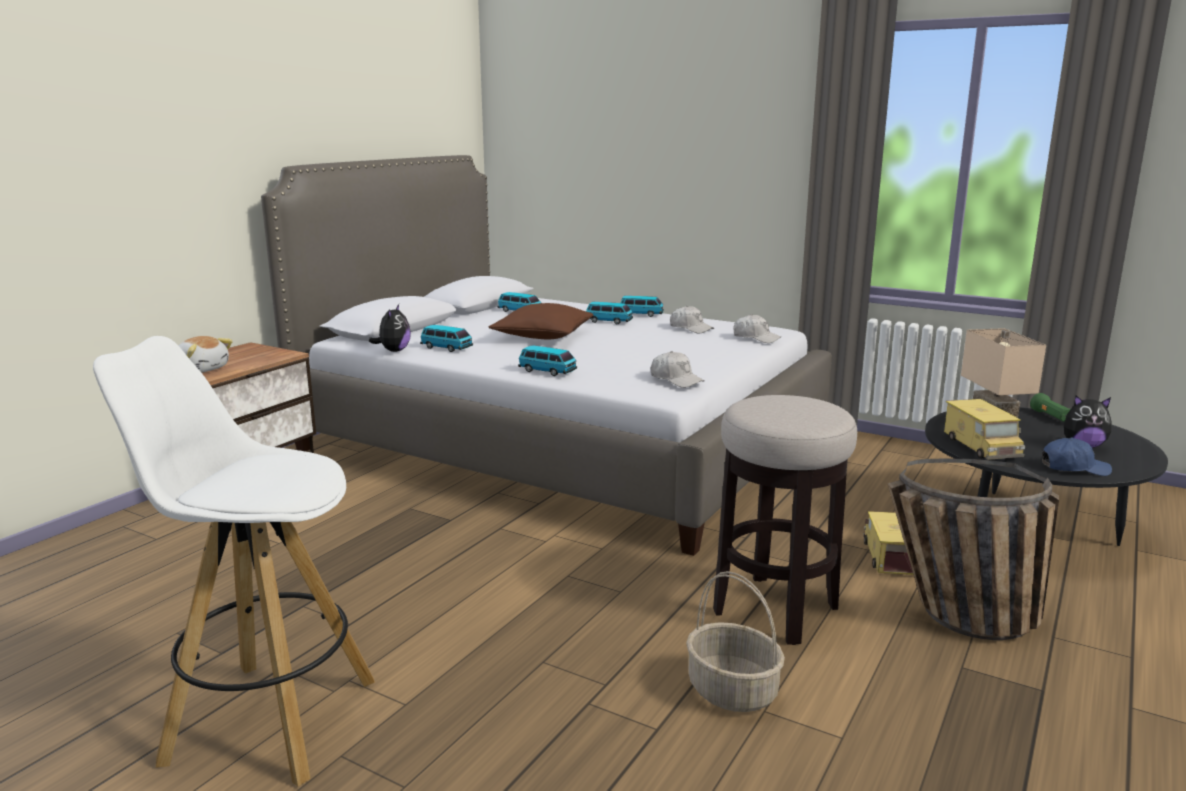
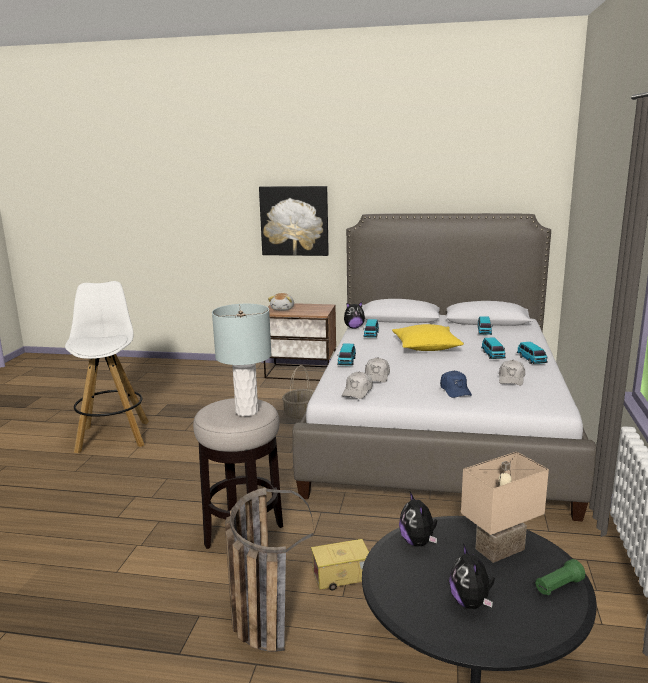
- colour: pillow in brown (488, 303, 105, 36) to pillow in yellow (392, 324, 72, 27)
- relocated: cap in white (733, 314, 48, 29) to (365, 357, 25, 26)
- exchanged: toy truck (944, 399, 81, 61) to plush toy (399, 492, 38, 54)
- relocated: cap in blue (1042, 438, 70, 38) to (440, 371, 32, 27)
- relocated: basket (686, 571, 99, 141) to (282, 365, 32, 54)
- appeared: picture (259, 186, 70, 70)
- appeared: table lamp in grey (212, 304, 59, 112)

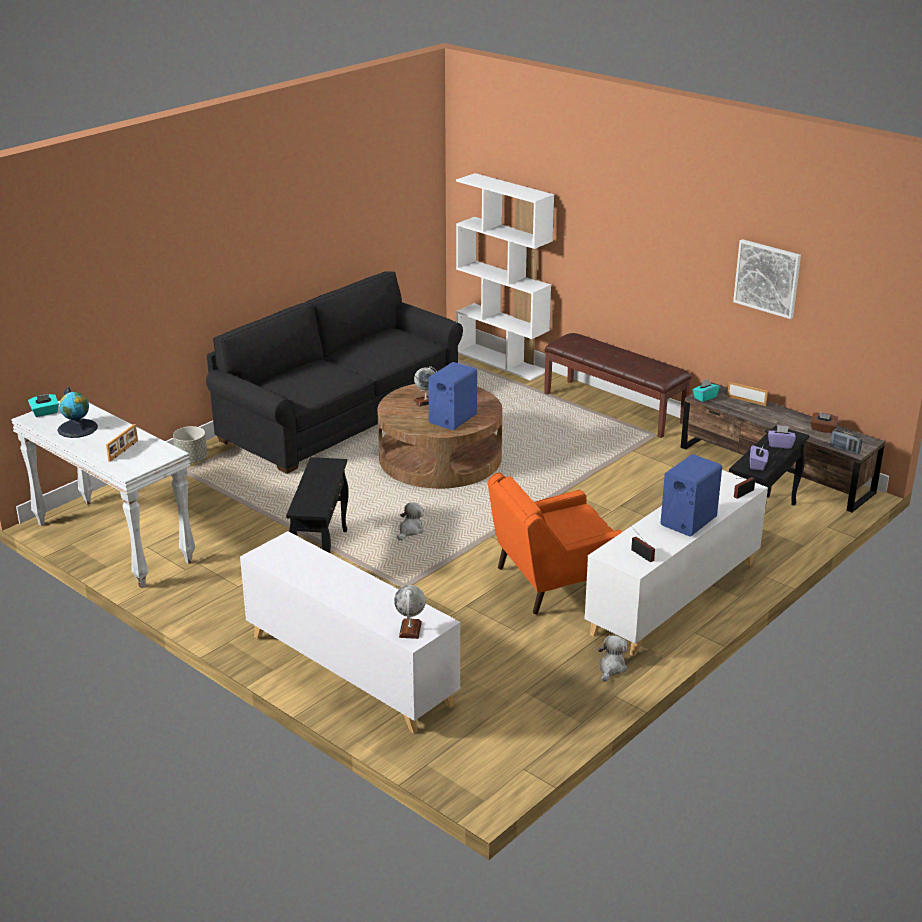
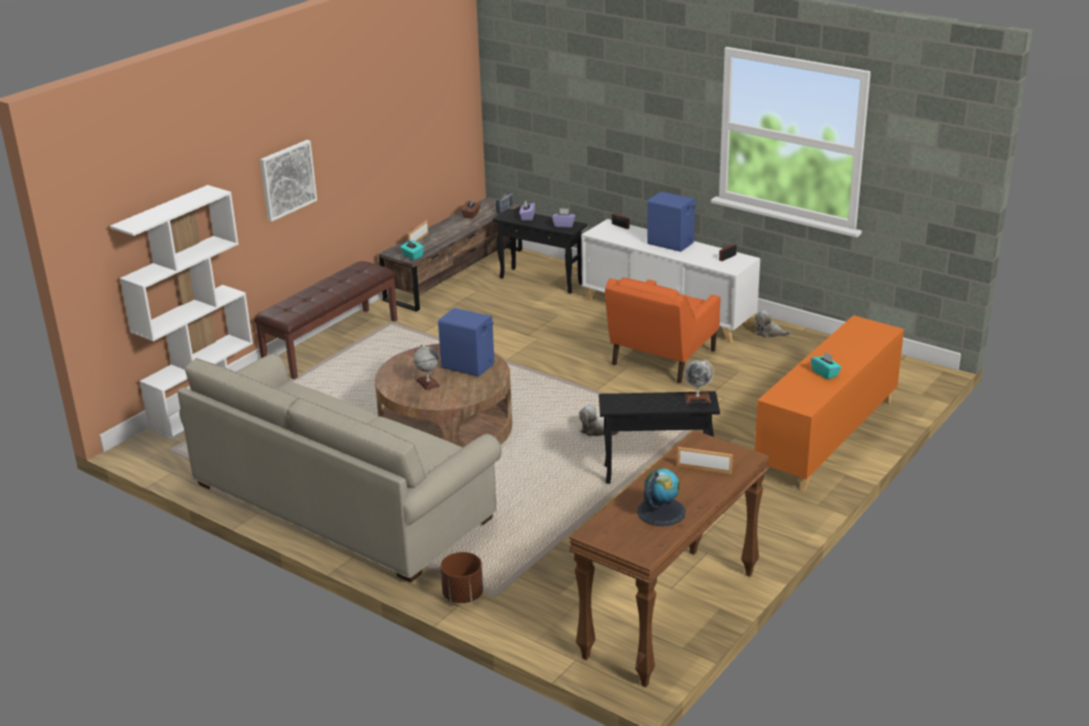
- relocated: picture (733, 239, 68, 80) to (260, 140, 57, 82)
- colour: sofa in black (206, 271, 257, 203) to sofa in beige (177, 353, 325, 230)
- relocated: tissue box in turquoise (28, 394, 31, 23) to (811, 352, 31, 27)
- colour: console table in white (11, 401, 184, 187) to console table in brown (569, 430, 201, 257)
- colour: planter in grey (173, 426, 34, 37) to planter in brown (440, 552, 43, 51)
- spun: armchair in orange (488, 472, 134, 143) = (605, 277, 115, 107) 60 degrees clockwise
- colour: cabinet in white (240, 531, 221, 203) to cabinet in orange (755, 315, 149, 177)
- relocated: globe (394, 585, 32, 54) to (684, 360, 30, 44)

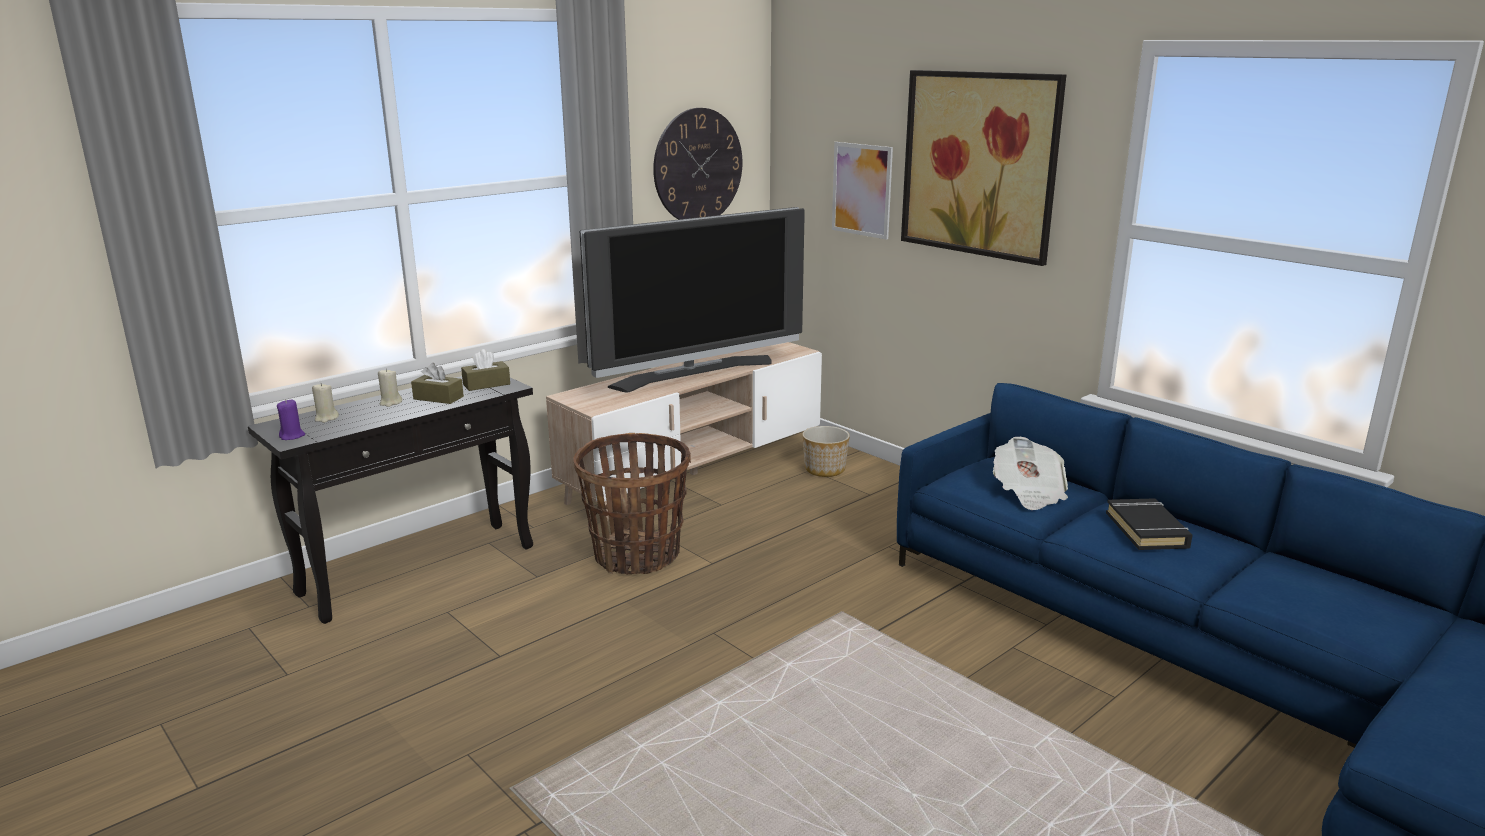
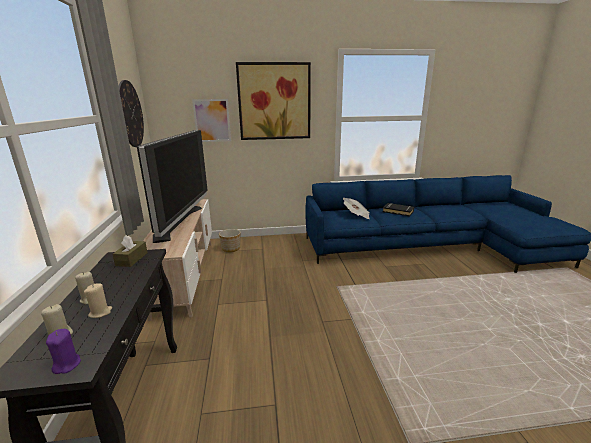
- missing: tissue box in brown (411, 363, 53, 41)
- missing: basket (573, 433, 118, 141)
- appeared: candle in beige (84, 283, 28, 35)

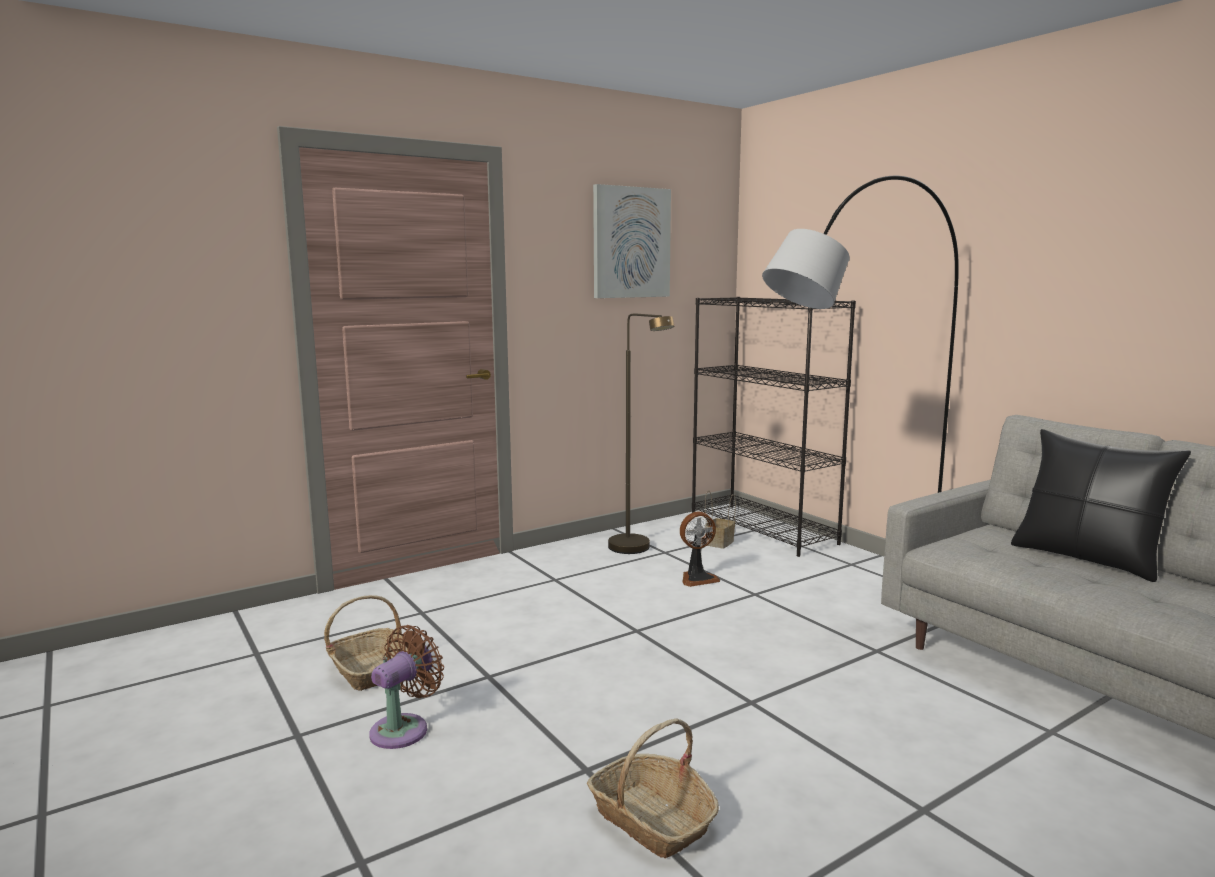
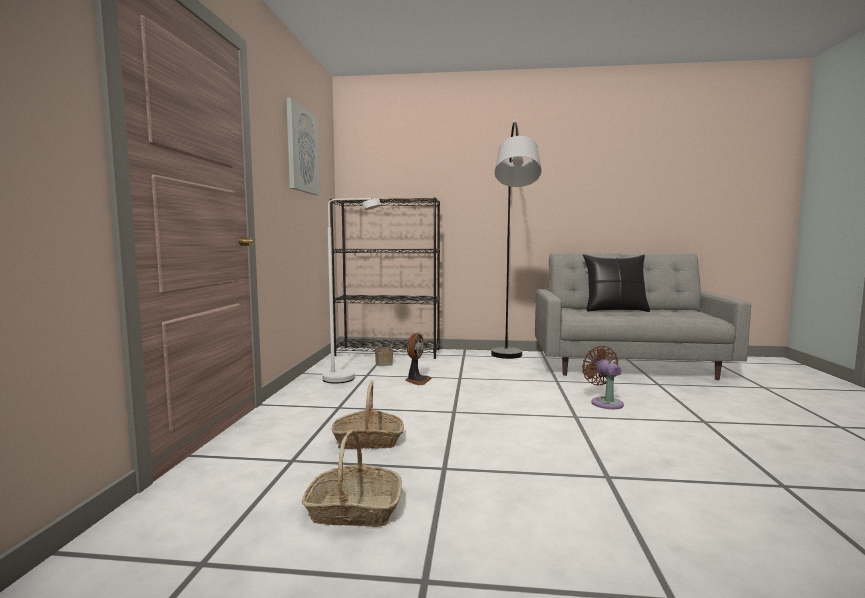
- colour: floor lamp in brown (608, 314, 66, 240) to floor lamp in white (322, 198, 59, 186)
- relocated: fan in brown (369, 625, 75, 124) to (582, 346, 42, 63)
- relocated: basket (587, 718, 132, 140) to (332, 380, 72, 69)

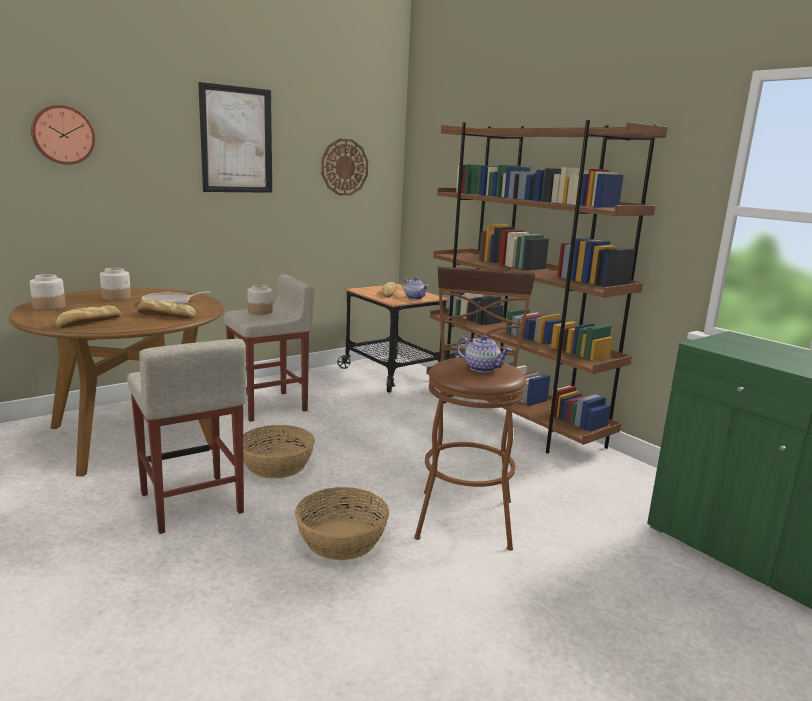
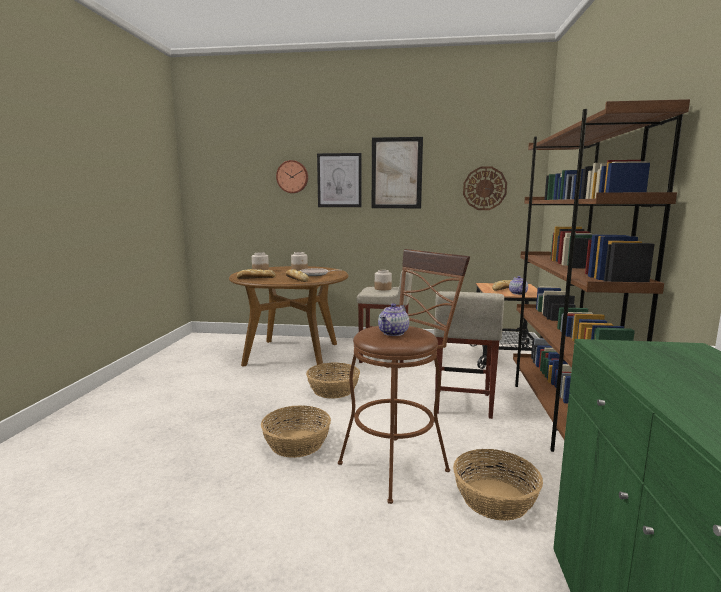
- spun: teapot (456, 335, 56, 37) = (378, 303, 31, 33) 45 degrees clockwise
- relocated: stool in beige (127, 339, 120, 195) to (434, 291, 70, 128)
- appeared: picture (317, 153, 45, 54)
- appeared: basket (453, 449, 90, 72)

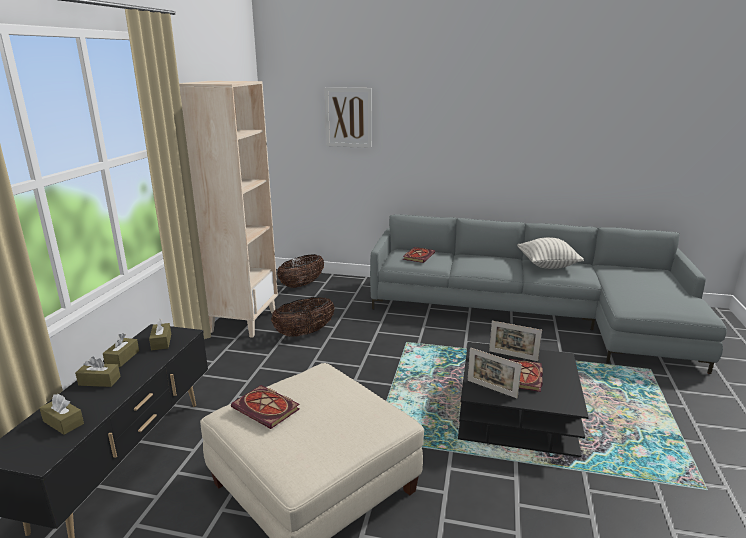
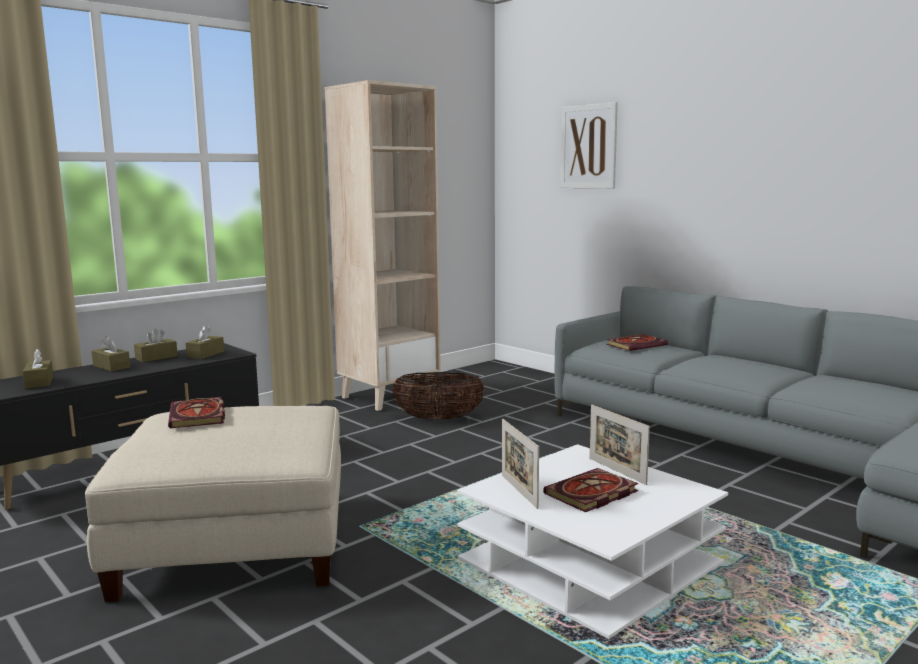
- missing: pillow (517, 237, 67, 32)
- missing: basket (277, 254, 47, 34)
- colour: coffee table in black (458, 342, 131, 115) to coffee table in white (457, 444, 271, 195)

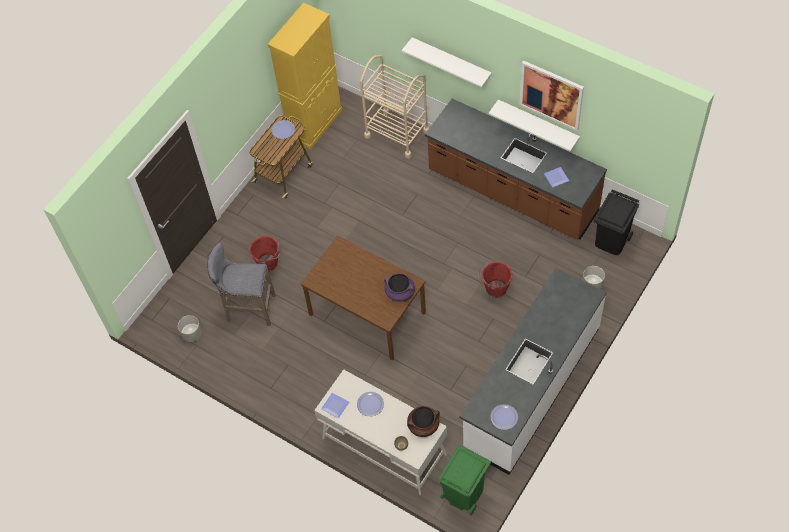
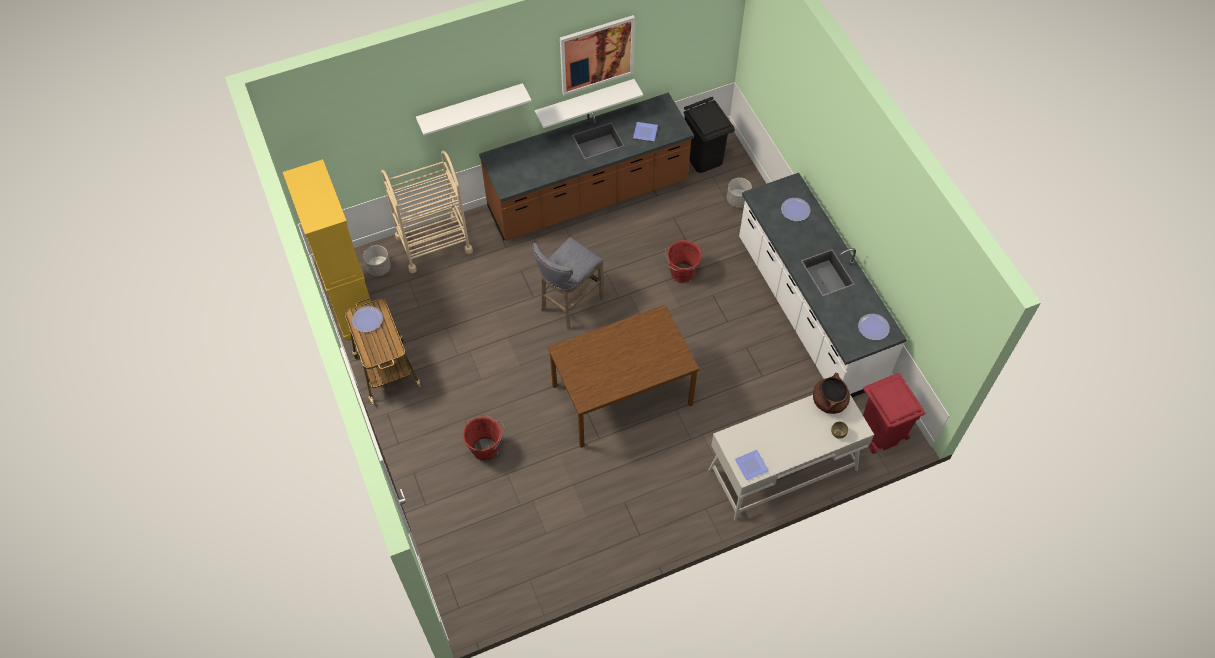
- relocated: stool in grey (207, 242, 69, 84) to (532, 237, 72, 93)
- missing: cooking pot in purple (384, 273, 31, 29)
- relocated: planter in grey (178, 315, 24, 27) to (363, 245, 28, 31)
- relocated: plate (357, 392, 27, 25) to (781, 198, 30, 23)
- colour: trash can in green (438, 445, 53, 70) to trash can in red (863, 373, 62, 81)

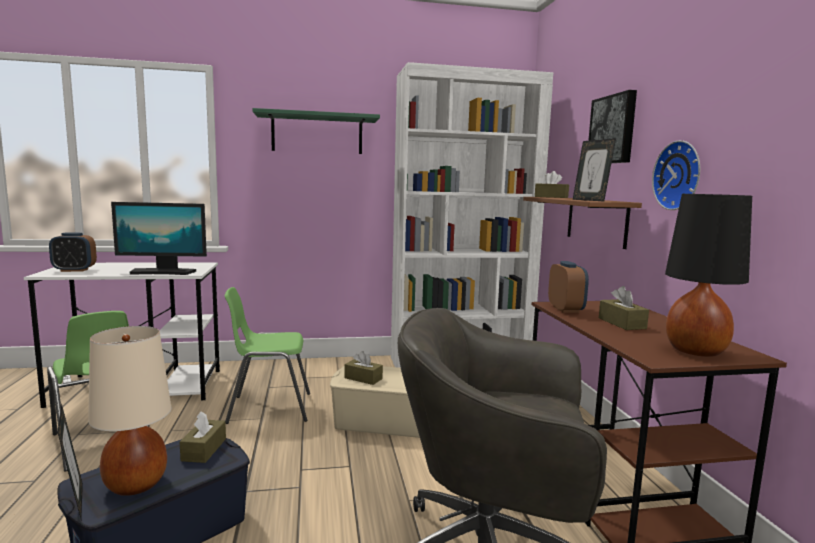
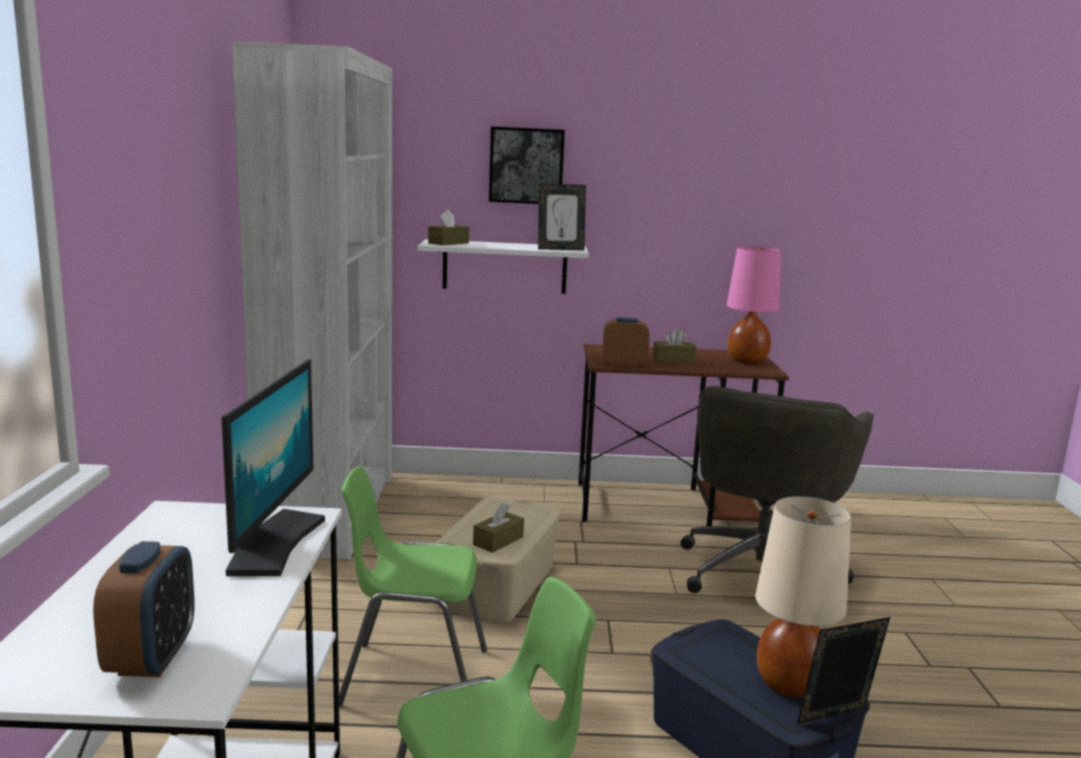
- missing: shelf in green (252, 108, 128, 46)
- missing: wall clock (652, 140, 48, 70)
- colour: table lamp in black (665, 194, 87, 163) to table lamp in pink (727, 246, 54, 118)
- colour: shelf in brown (523, 197, 119, 52) to shelf in white (417, 239, 172, 55)
- spun: chair in green (224, 287, 86, 137) = (339, 466, 148, 240) 90 degrees clockwise
- missing: tissue box in brown (180, 412, 46, 51)

